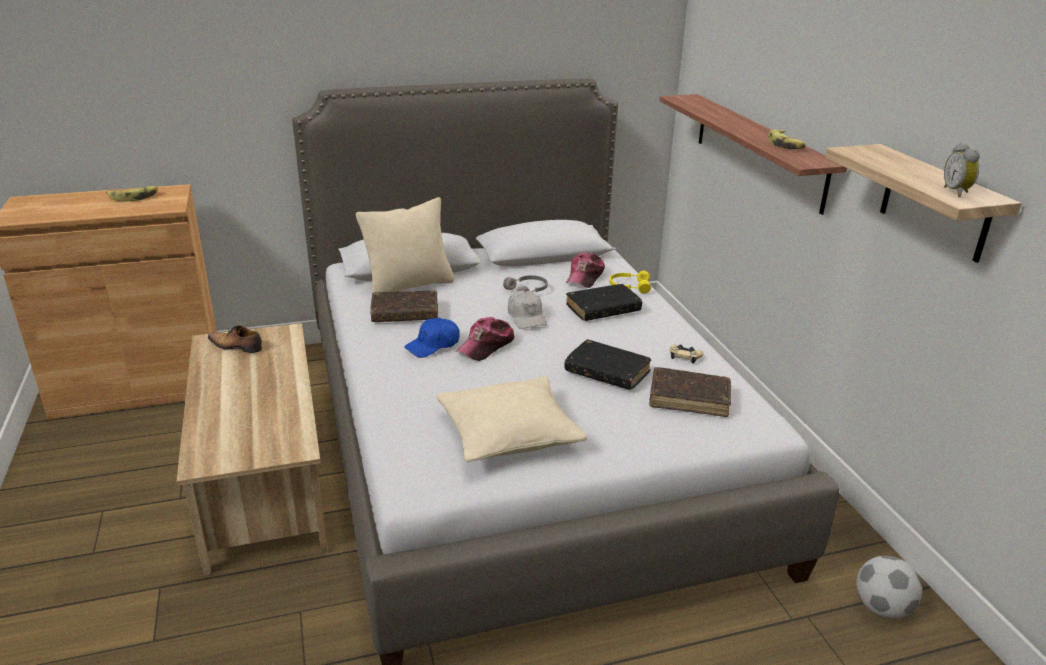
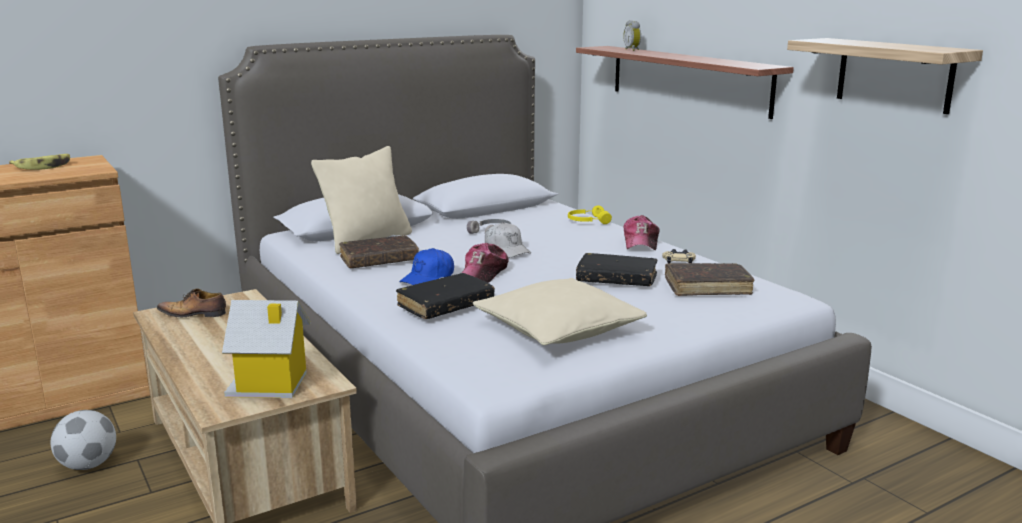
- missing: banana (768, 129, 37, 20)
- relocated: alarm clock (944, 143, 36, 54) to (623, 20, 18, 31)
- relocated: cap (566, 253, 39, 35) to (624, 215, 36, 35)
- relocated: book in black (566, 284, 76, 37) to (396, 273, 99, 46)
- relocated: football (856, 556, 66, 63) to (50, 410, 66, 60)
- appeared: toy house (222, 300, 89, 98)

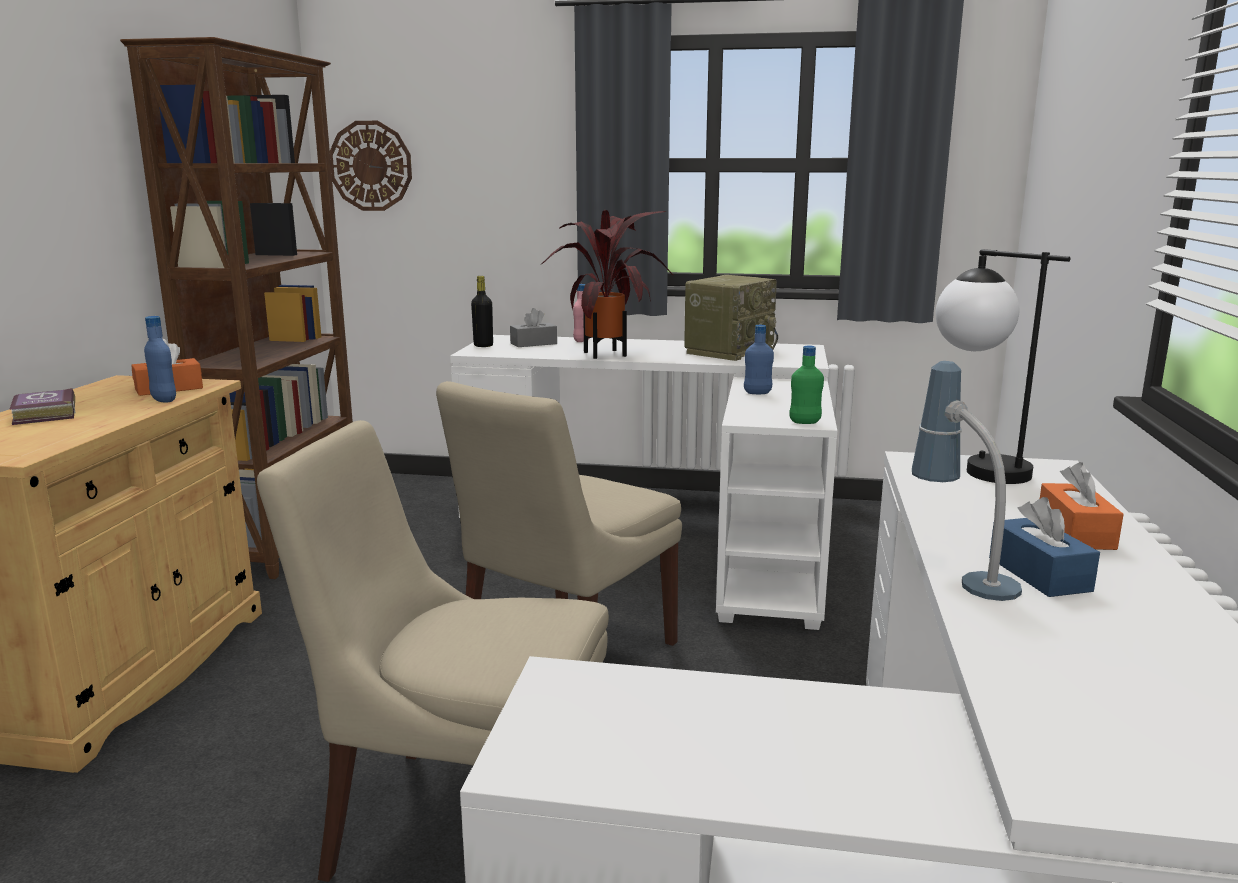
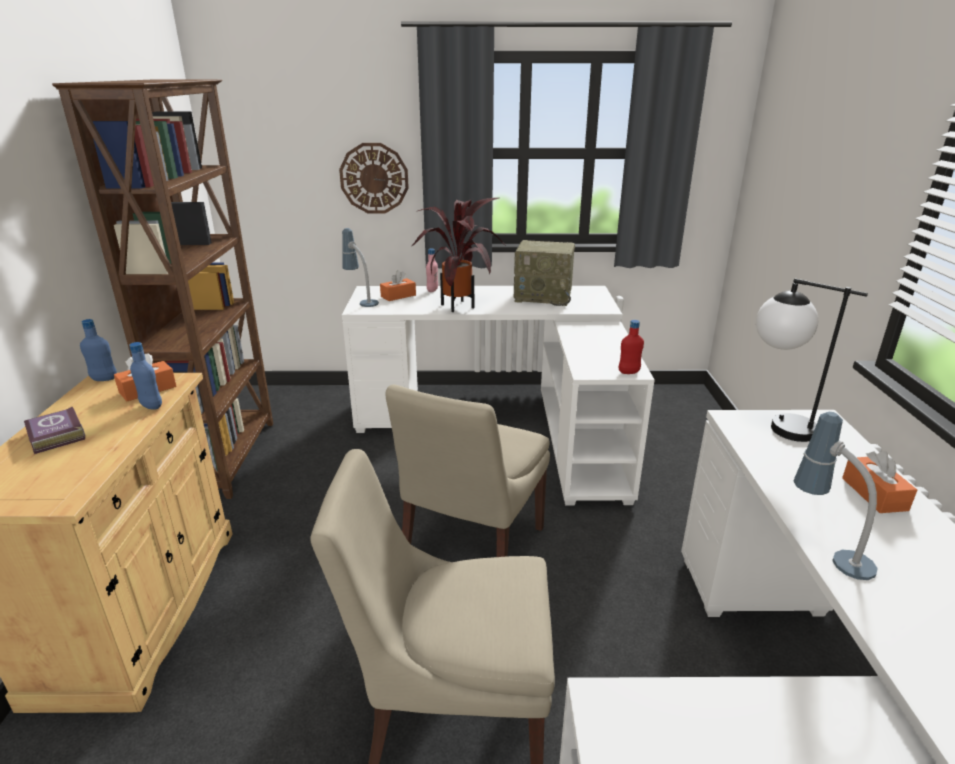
- relocated: wall clock (330, 121, 82, 90) to (339, 143, 70, 70)
- spun: radio (684, 275, 94, 86) = (514, 240, 61, 66) 75 degrees clockwise
- exchanged: bottle in black (471, 276, 22, 71) to table lamp (342, 228, 37, 79)
- colour: tissue box in grey (510, 308, 47, 39) to tissue box in orange (380, 270, 36, 31)
- relocated: bottle in blue (744, 325, 30, 69) to (80, 319, 37, 62)
- colour: bottle in green (789, 346, 35, 78) to bottle in red (619, 320, 25, 54)
- missing: tissue box in blue (989, 497, 111, 100)

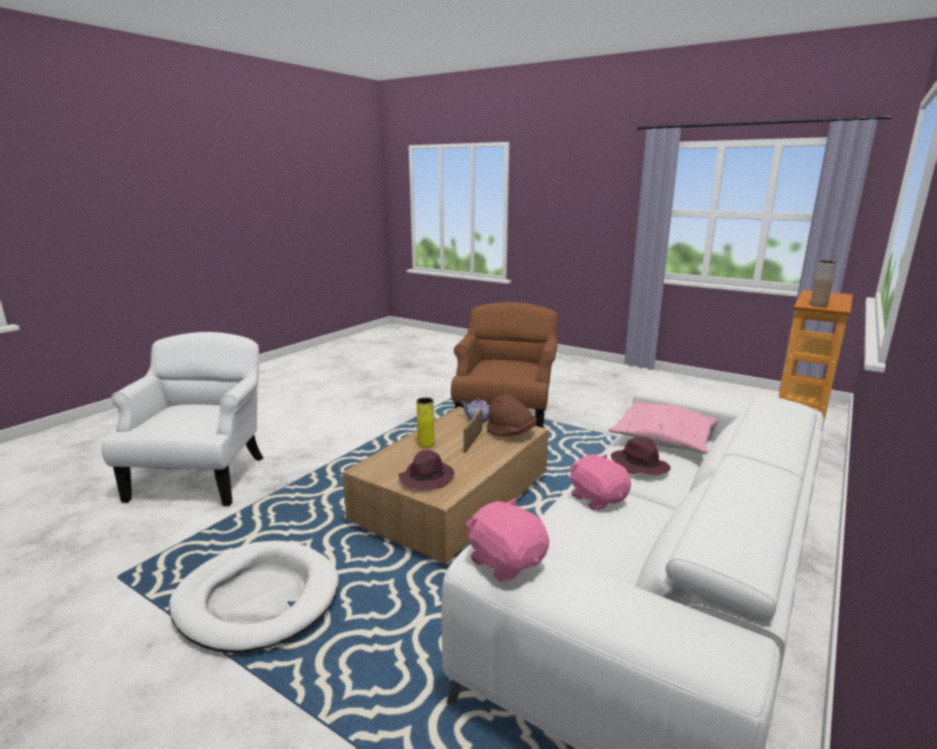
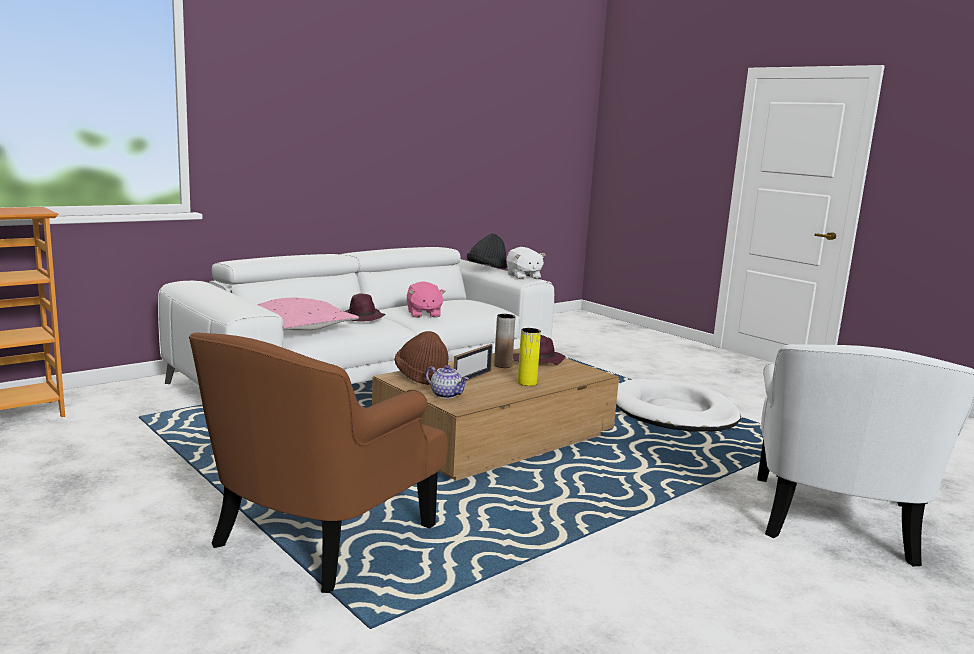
- relocated: vase in brown (810, 261, 27, 46) to (494, 314, 21, 54)
- colour: plush toy in pink (466, 498, 83, 84) to plush toy in white (506, 247, 39, 32)
- appeared: hat in black (467, 233, 40, 36)

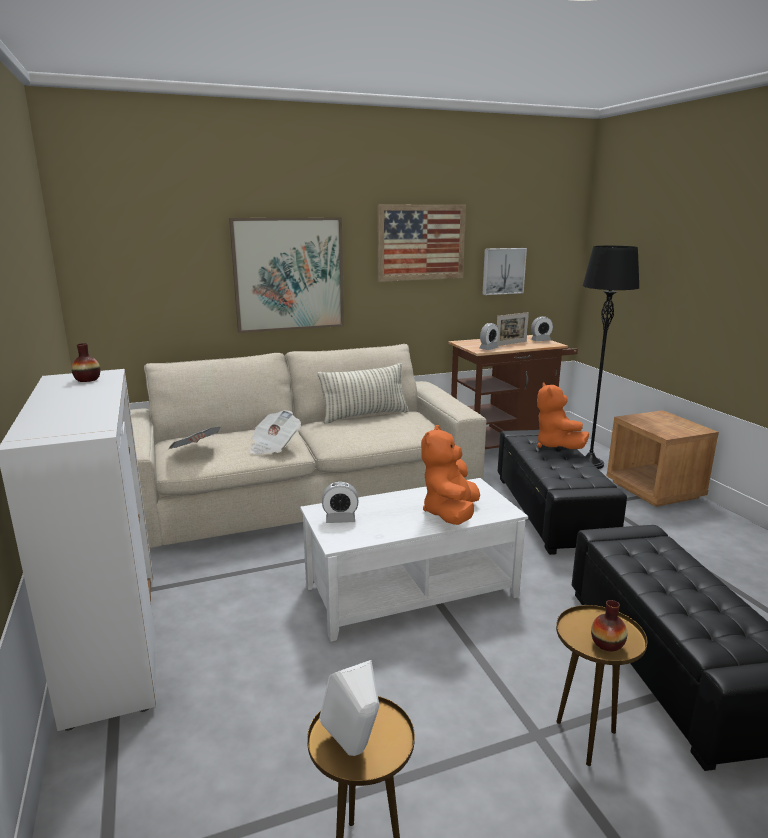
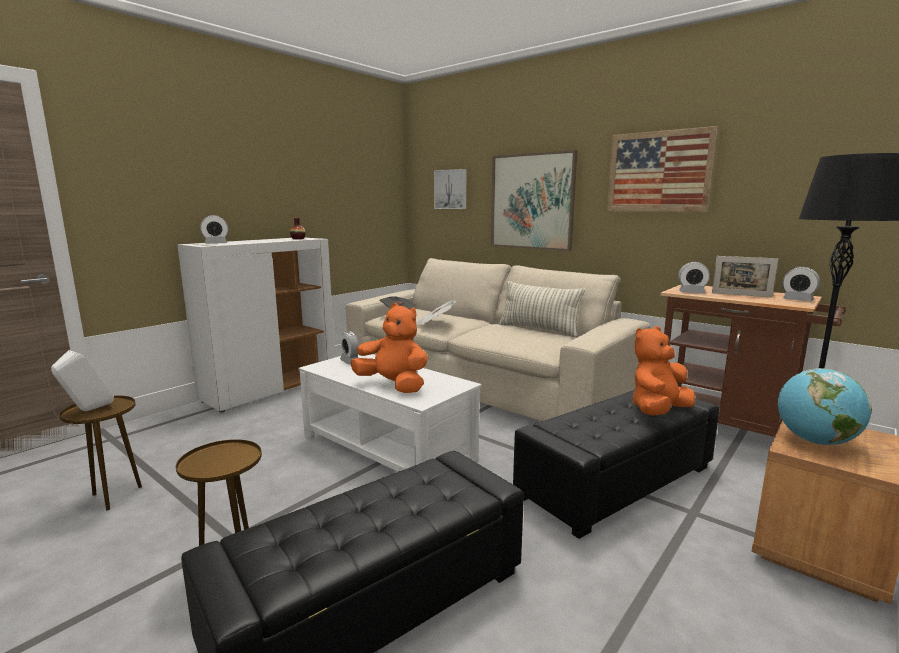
- relocated: picture (482, 248, 45, 47) to (434, 169, 32, 40)
- spun: plush toy in orange (421, 425, 59, 100) = (351, 303, 77, 90) 45 degrees clockwise
- missing: vase (591, 600, 36, 51)
- appeared: alarm clock (200, 215, 28, 29)
- appeared: globe (778, 368, 94, 77)

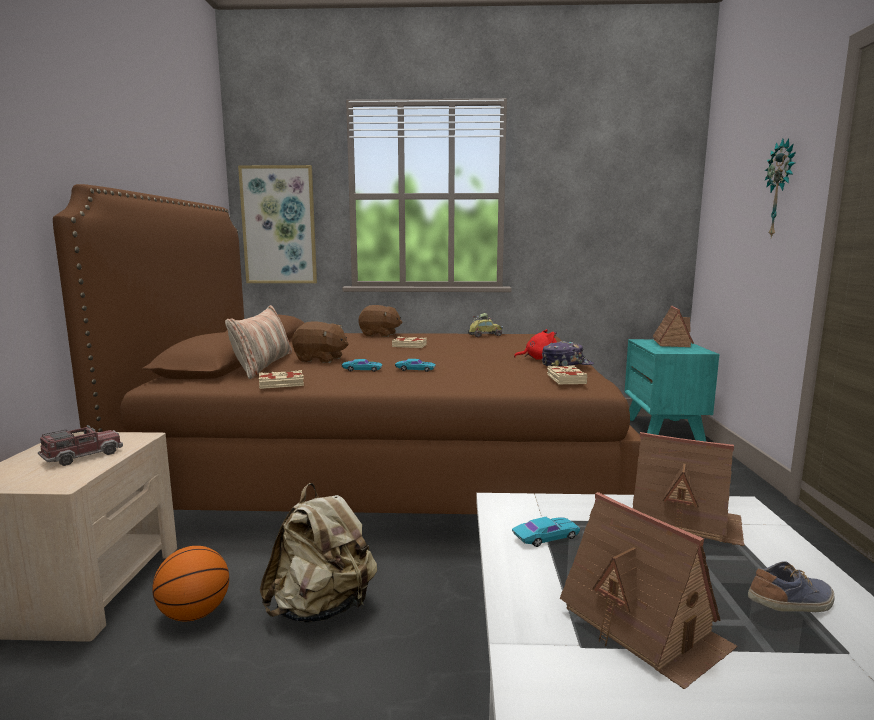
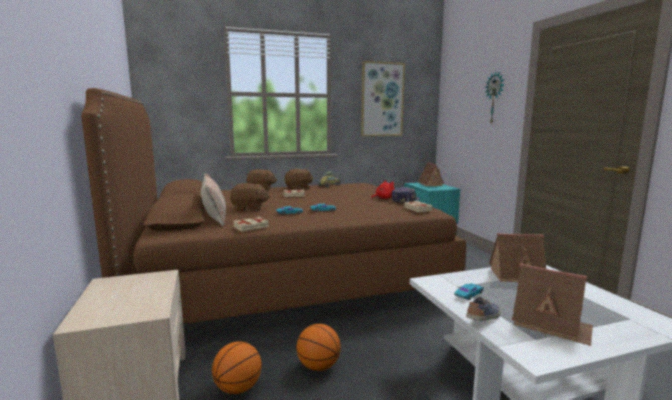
- relocated: picture (238, 165, 79, 118) to (361, 61, 44, 75)
- missing: toy truck (38, 425, 85, 41)
- exchanged: backpack in beige (260, 483, 117, 140) to basketball (297, 324, 44, 47)
- relocated: shoe (748, 561, 86, 51) to (466, 297, 35, 24)
- appeared: plush toy in brown (284, 169, 29, 21)

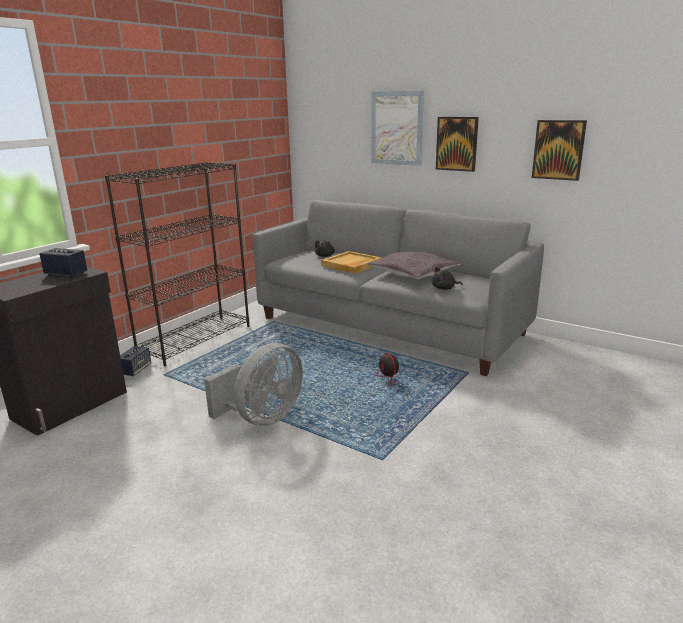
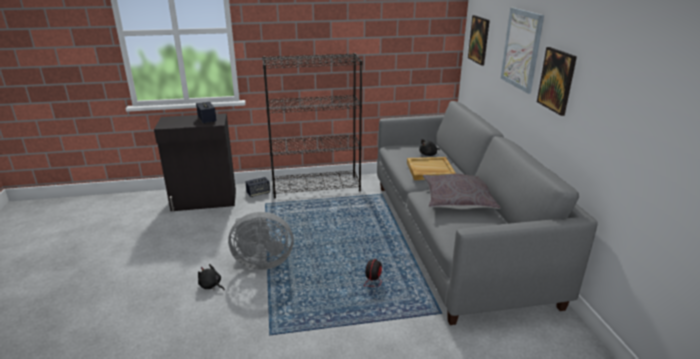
- relocated: picture (532, 120, 55, 61) to (468, 15, 22, 51)
- relocated: plush toy in black (431, 267, 32, 23) to (198, 264, 27, 26)

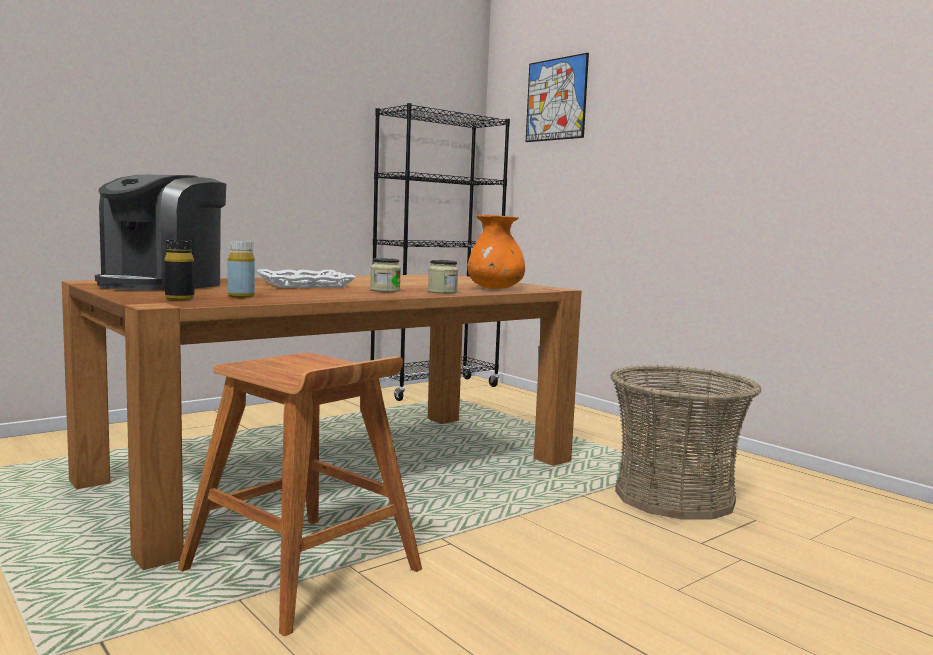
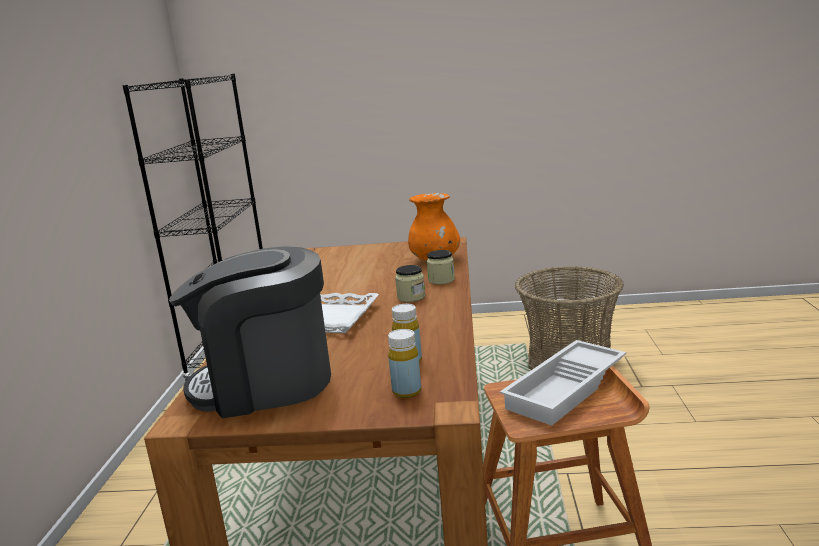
- missing: picture (526, 53, 63, 89)
- spun: coffee machine (95, 175, 131, 115) = (169, 246, 162, 172) 105 degrees clockwise
- colour: bottle in black (165, 240, 29, 60) to bottle in yellow (388, 329, 33, 69)
- appeared: tray in white (500, 340, 126, 86)

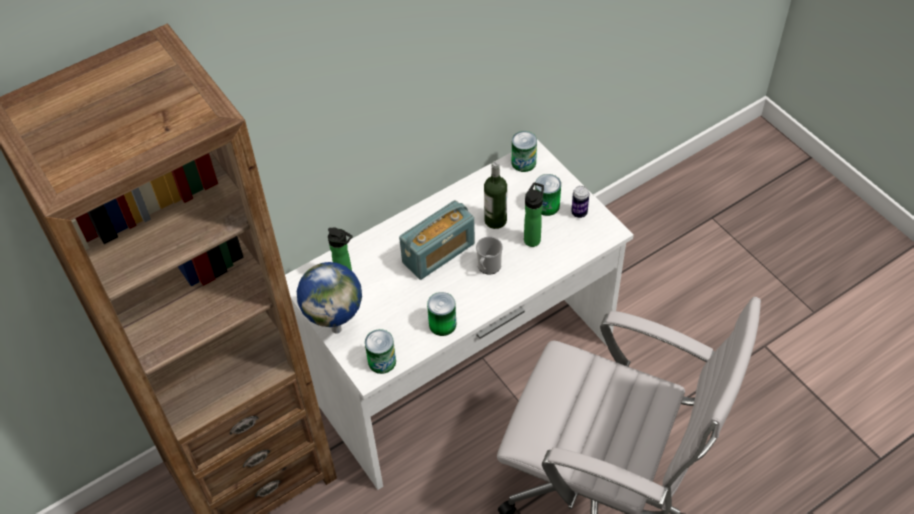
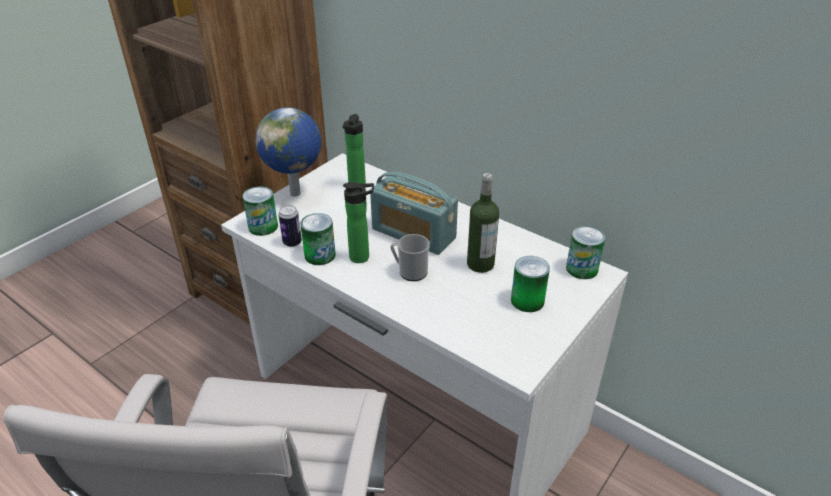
- relocated: bottle (524, 182, 20, 65) to (343, 182, 31, 81)
- relocated: can (571, 186, 18, 32) to (278, 205, 24, 42)

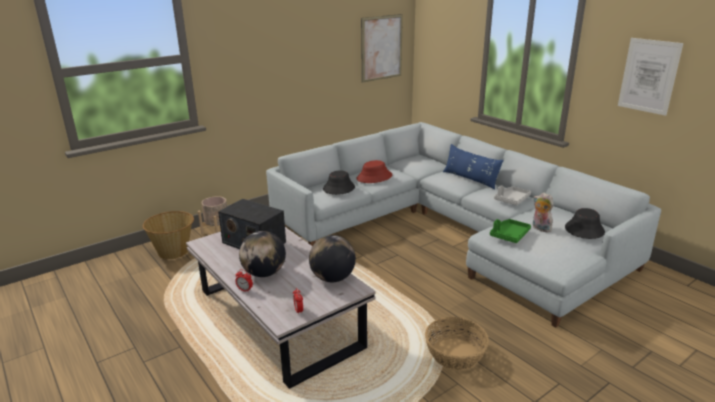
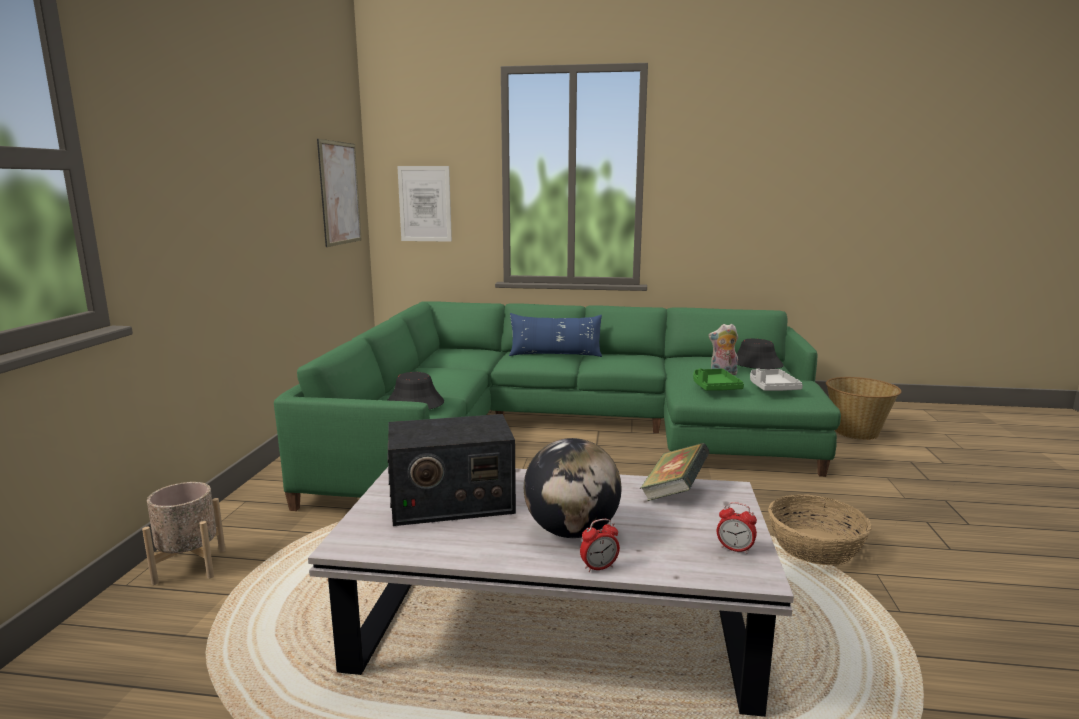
- relocated: picture (618, 38, 65, 78) to (397, 166, 55, 76)
- colour: sofa in grey (266, 122, 395, 206) to sofa in green (274, 301, 567, 210)
- missing: hat in red (356, 160, 36, 23)
- relocated: tray in grey (494, 186, 37, 19) to (750, 368, 53, 23)
- relocated: basket (143, 211, 51, 48) to (826, 377, 76, 63)
- exchanged: globe (309, 235, 47, 47) to book (640, 443, 70, 58)

